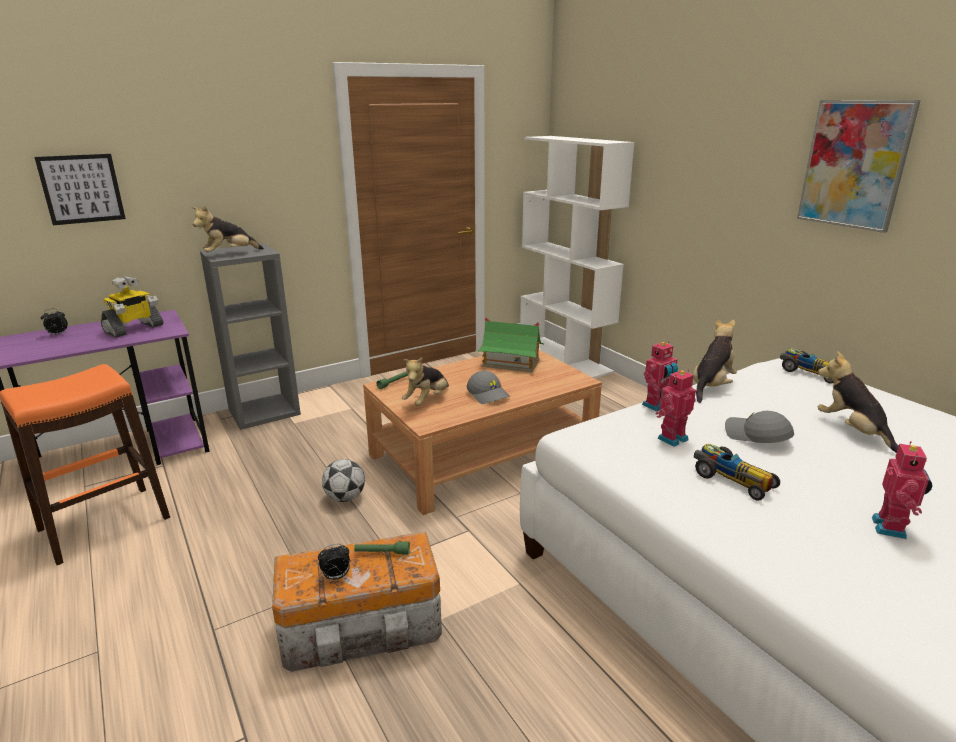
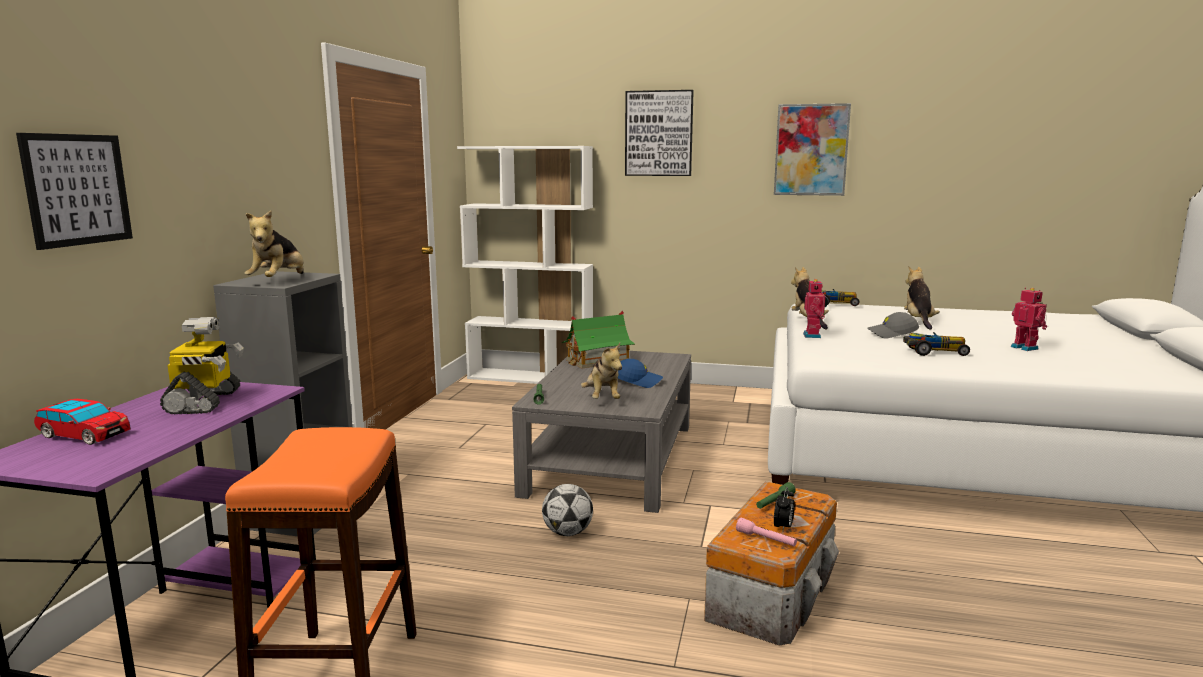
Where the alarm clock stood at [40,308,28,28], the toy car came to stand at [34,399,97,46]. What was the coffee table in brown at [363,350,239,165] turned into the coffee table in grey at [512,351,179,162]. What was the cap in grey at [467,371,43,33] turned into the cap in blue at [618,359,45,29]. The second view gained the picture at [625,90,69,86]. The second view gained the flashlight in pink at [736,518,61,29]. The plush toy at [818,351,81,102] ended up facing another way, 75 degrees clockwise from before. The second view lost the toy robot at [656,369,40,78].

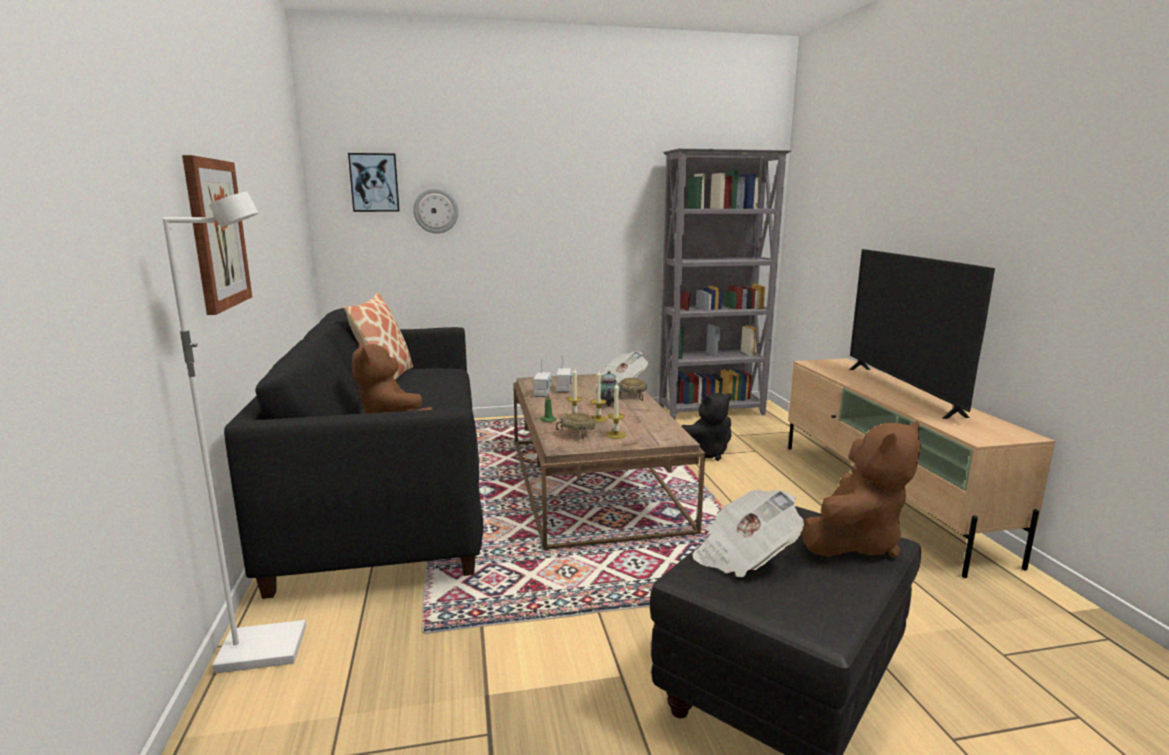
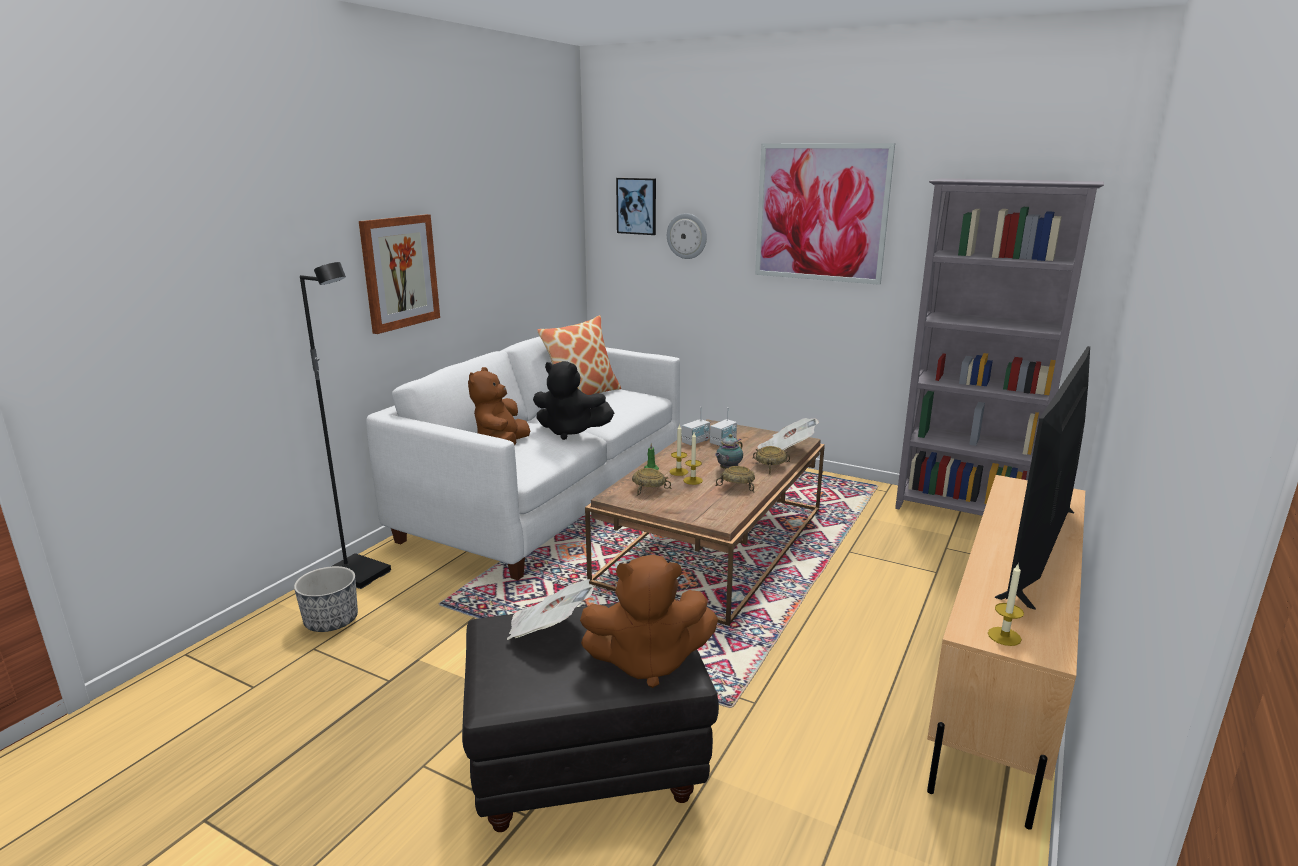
The second view gained the planter at [294,566,64,66]. What was the floor lamp in white at [163,192,143,481] turned into the floor lamp in black at [300,262,91,327]. What was the sofa in black at [224,308,260,291] turned into the sofa in white at [366,336,314,244]. The plush toy in black ended up elsewhere, having gone from [682,393,50,68] to [533,361,81,79]. The second view gained the bowl in beige at [715,466,40,26]. The second view gained the picture at [755,143,140,142]. The candle ended up elsewhere, having gone from [606,383,20,56] to [988,564,36,82].

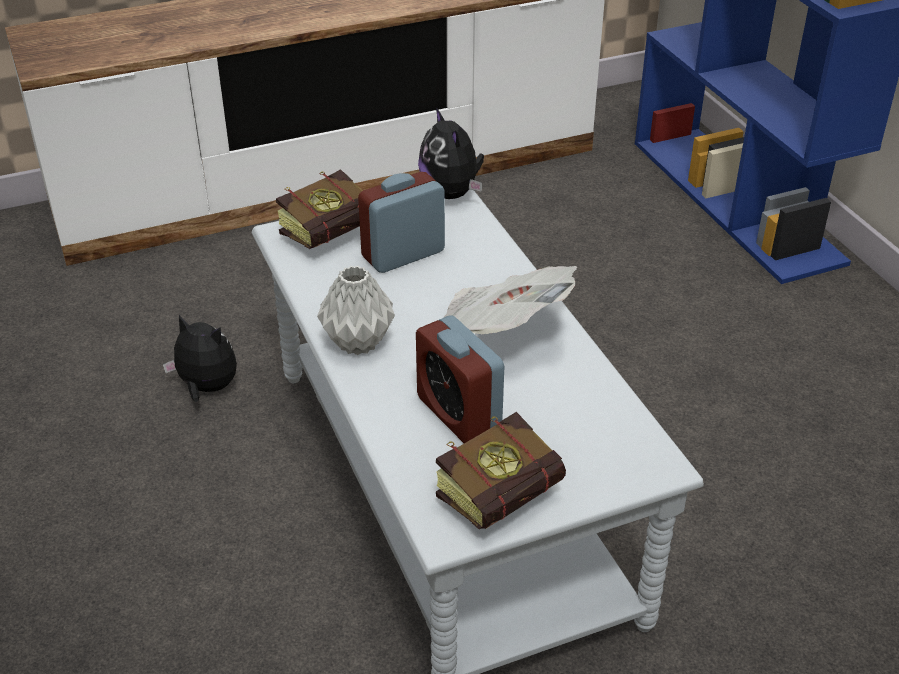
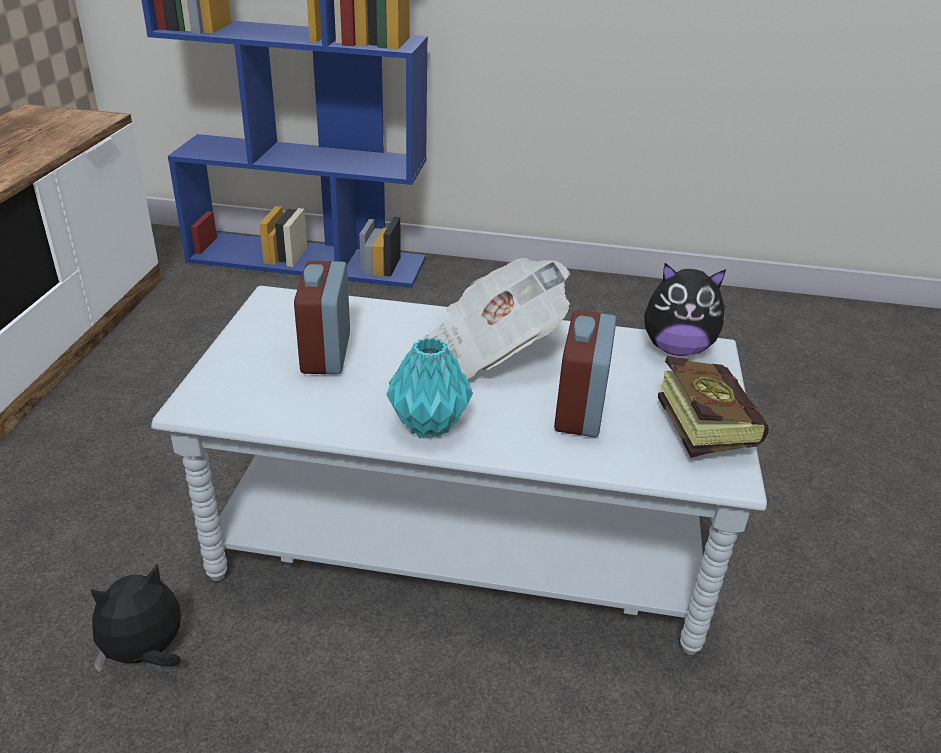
What was the vase in grey at [317,266,78,89] turned into the vase in turquoise at [386,337,87,102]. The alarm clock at [416,315,88,128] ended up facing another way, 105 degrees clockwise from before. The plush toy ended up elsewhere, having gone from [418,107,66,92] to [644,263,83,93]. The second view lost the book at [276,169,87,80].

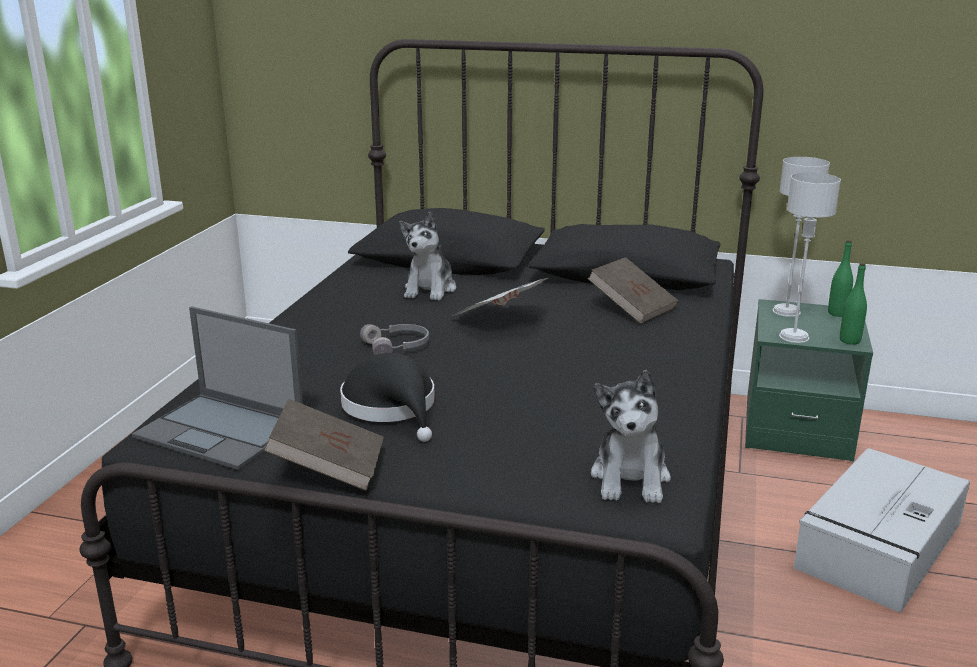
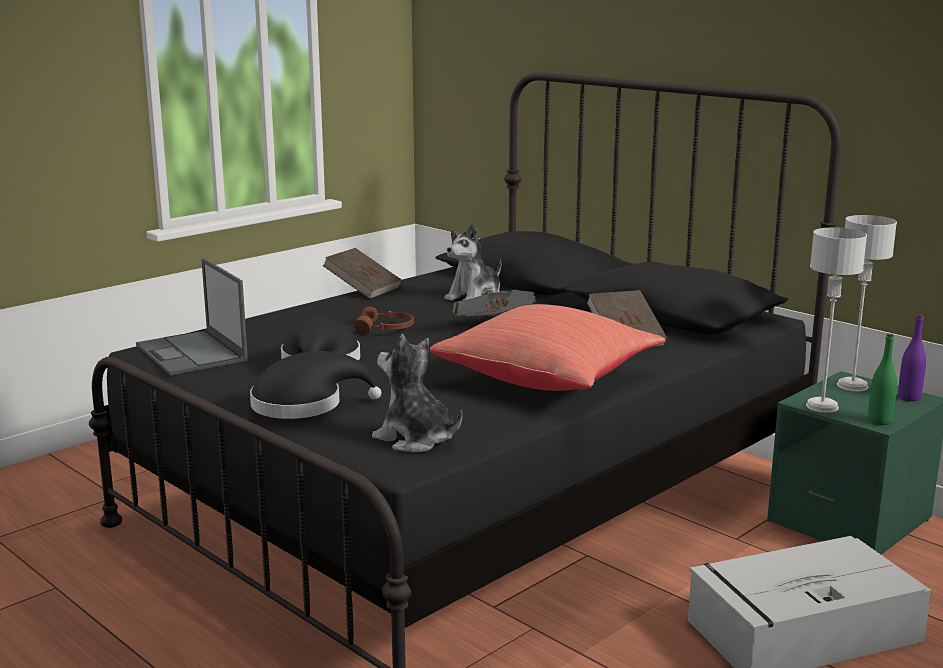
The second view gained the hat in black at [250,351,132,68]. The book in brown ended up elsewhere, having gone from [264,399,120,92] to [322,248,80,51]. What was the headphones in grey at [360,324,69,31] turned into the headphones in brown at [354,306,60,28]. The plush toy at [591,370,80,133] ended up facing another way, 90 degrees clockwise from before. The second view gained the pillow in red at [430,304,235,87]. What was the bottle in green at [828,240,25,77] turned into the bottle in purple at [898,314,28,87].

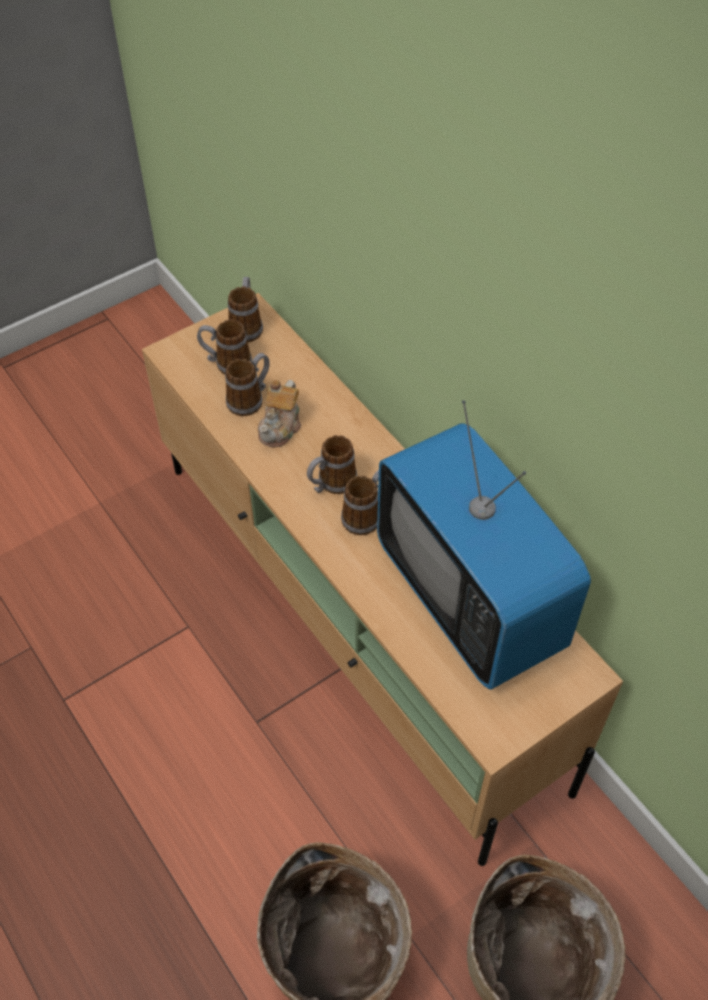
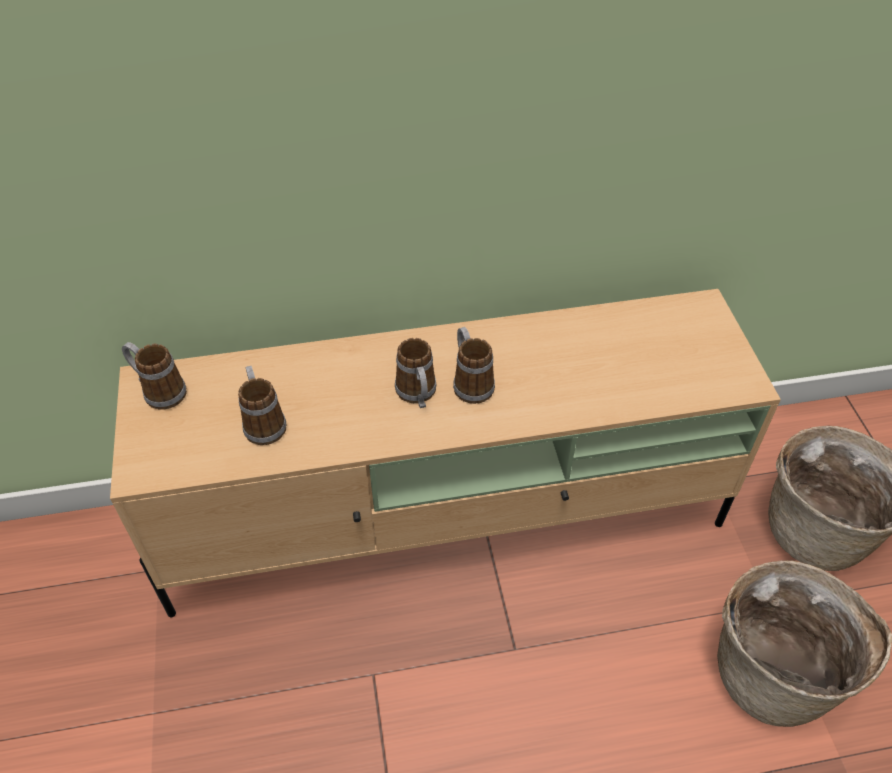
The second view lost the mug at [197,320,55,55]. The second view lost the teapot at [258,380,44,67]. The second view lost the television at [377,400,214,290].

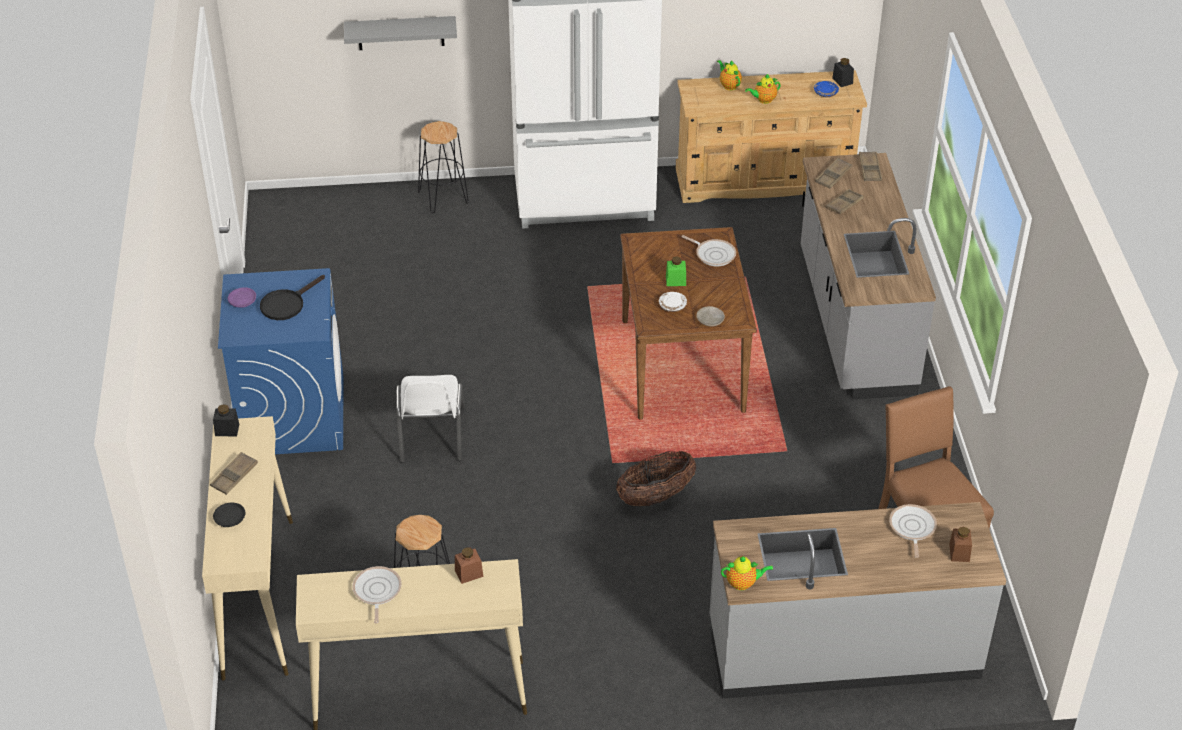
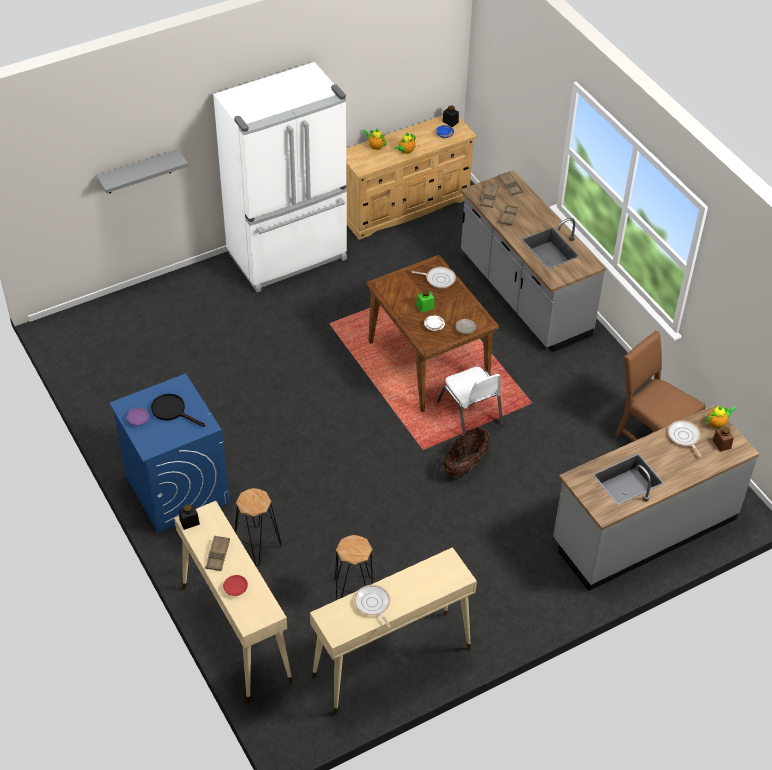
The frying pan in black at [260,275,65,45] ended up facing another way, 105 degrees clockwise from before. What was the plate in black at [213,503,32,24] turned into the plate in red at [223,575,25,21]. The stool in black ended up elsewhere, having gone from [418,121,51,92] to [235,488,47,78]. The chair in white ended up elsewhere, having gone from [396,375,69,88] to [437,367,66,69]. The teapot ended up elsewhere, having gone from [721,556,52,34] to [706,406,31,23]. The second view lost the jar in brown at [455,547,28,37].

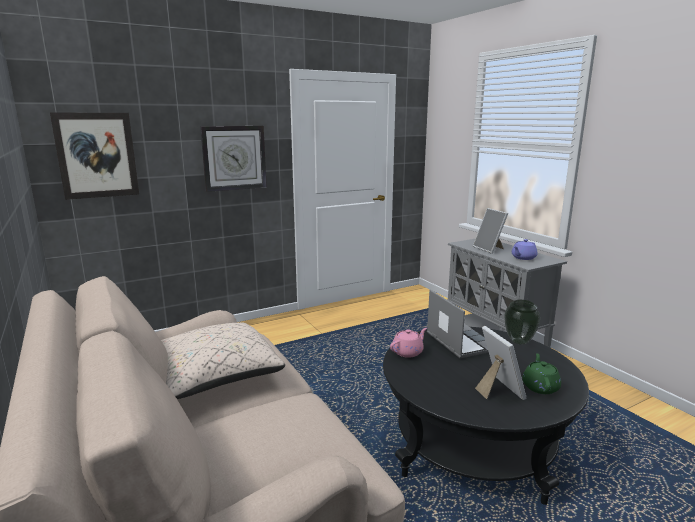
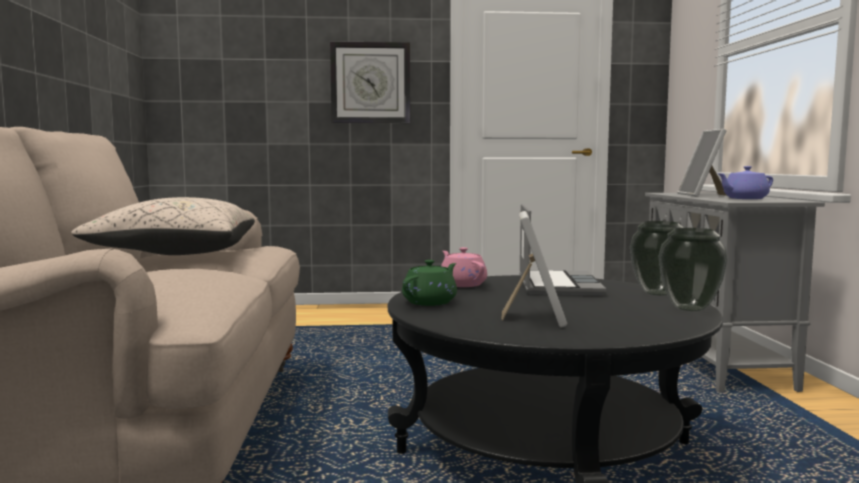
The teapot in green ended up elsewhere, having gone from [522,353,39,41] to [402,260,55,46]. The teapot in pink at [390,328,37,30] ended up facing another way, 105 degrees counterclockwise from before. The second view gained the vase at [658,228,70,83]. The second view lost the picture at [50,112,89,88].

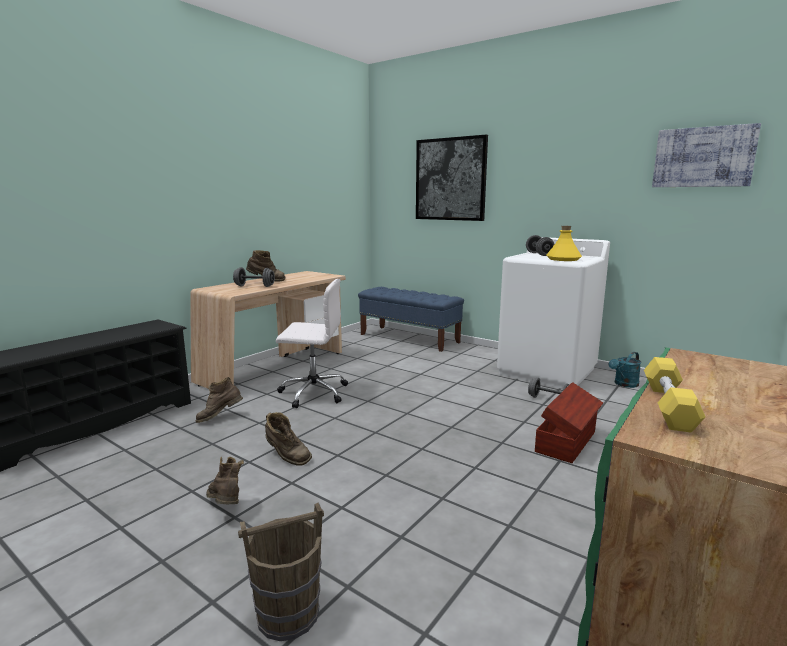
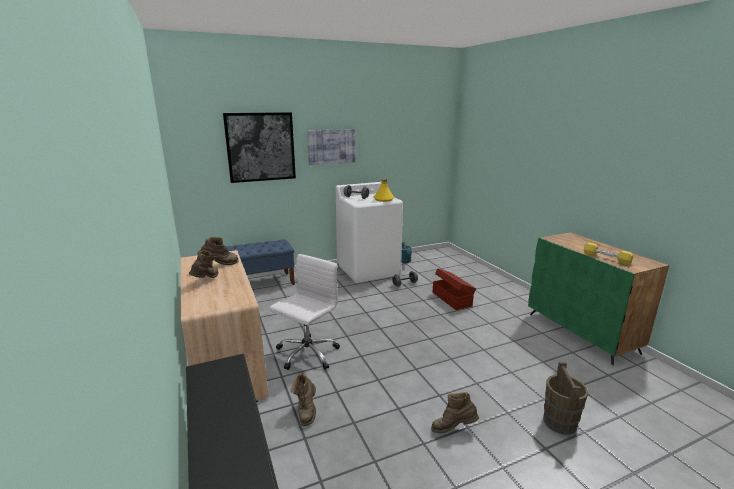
The boot in brown ended up elsewhere, having gone from [265,412,47,54] to [201,237,38,28]. The picture ended up elsewhere, having gone from [652,123,109,64] to [307,129,48,36]. The second view lost the dumbbell in grey at [233,267,42,20].

